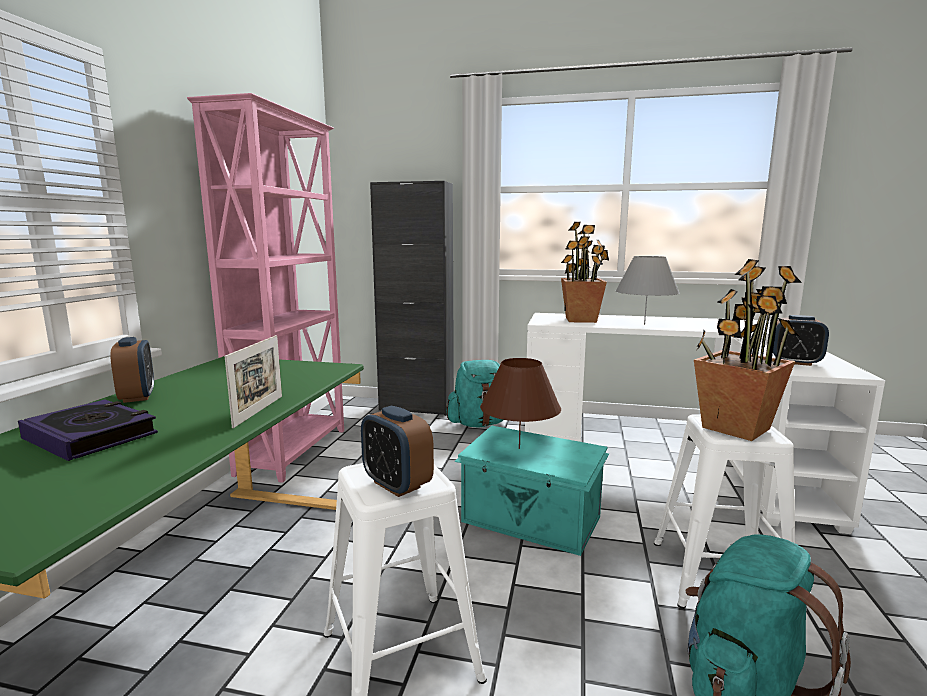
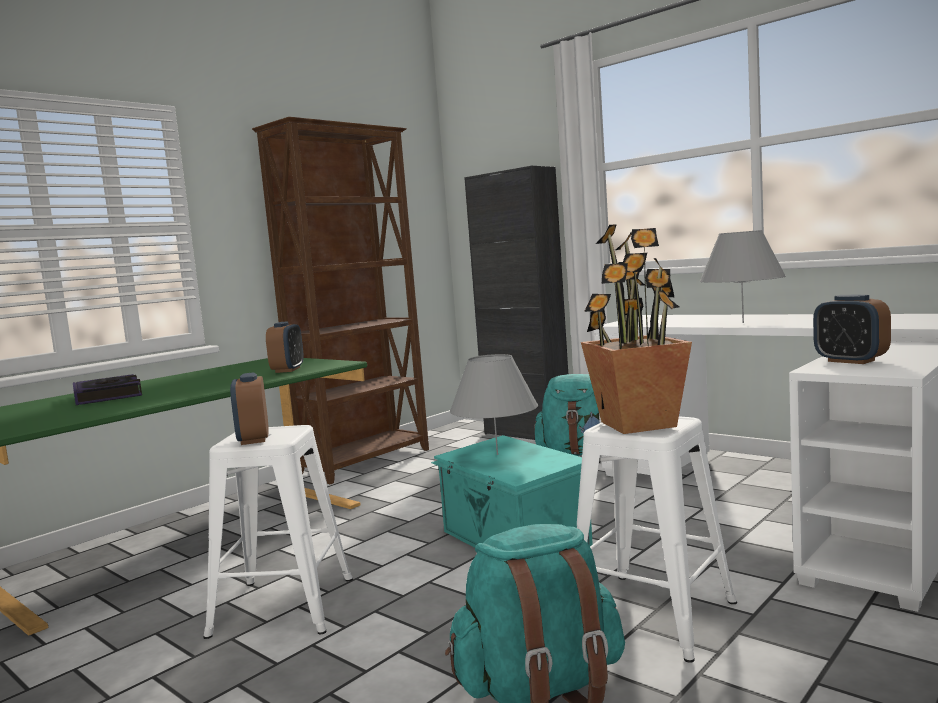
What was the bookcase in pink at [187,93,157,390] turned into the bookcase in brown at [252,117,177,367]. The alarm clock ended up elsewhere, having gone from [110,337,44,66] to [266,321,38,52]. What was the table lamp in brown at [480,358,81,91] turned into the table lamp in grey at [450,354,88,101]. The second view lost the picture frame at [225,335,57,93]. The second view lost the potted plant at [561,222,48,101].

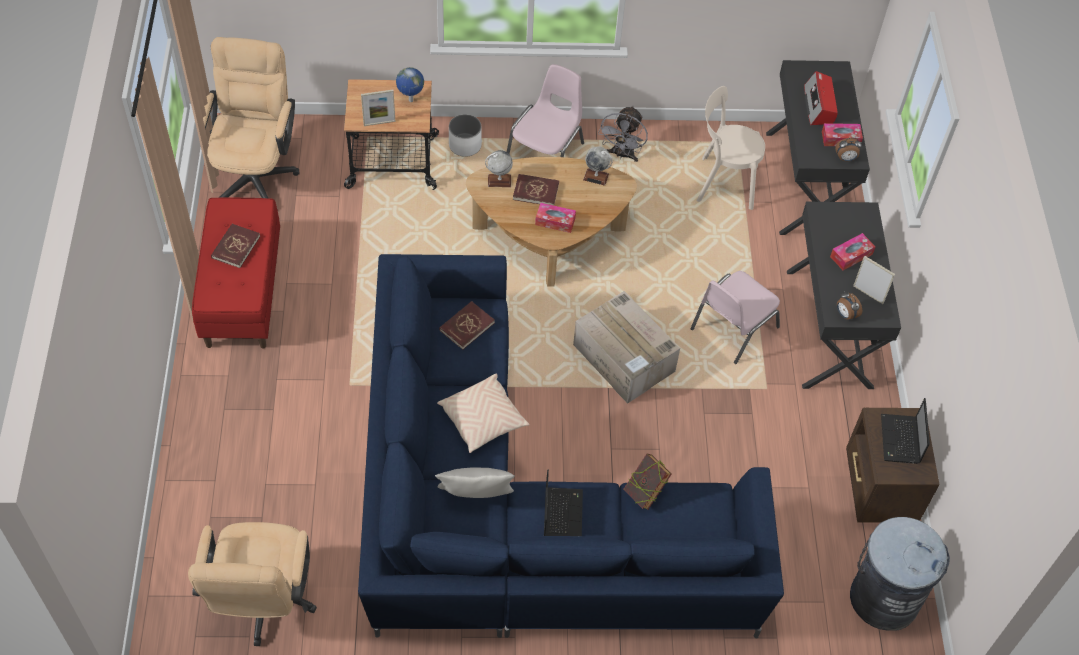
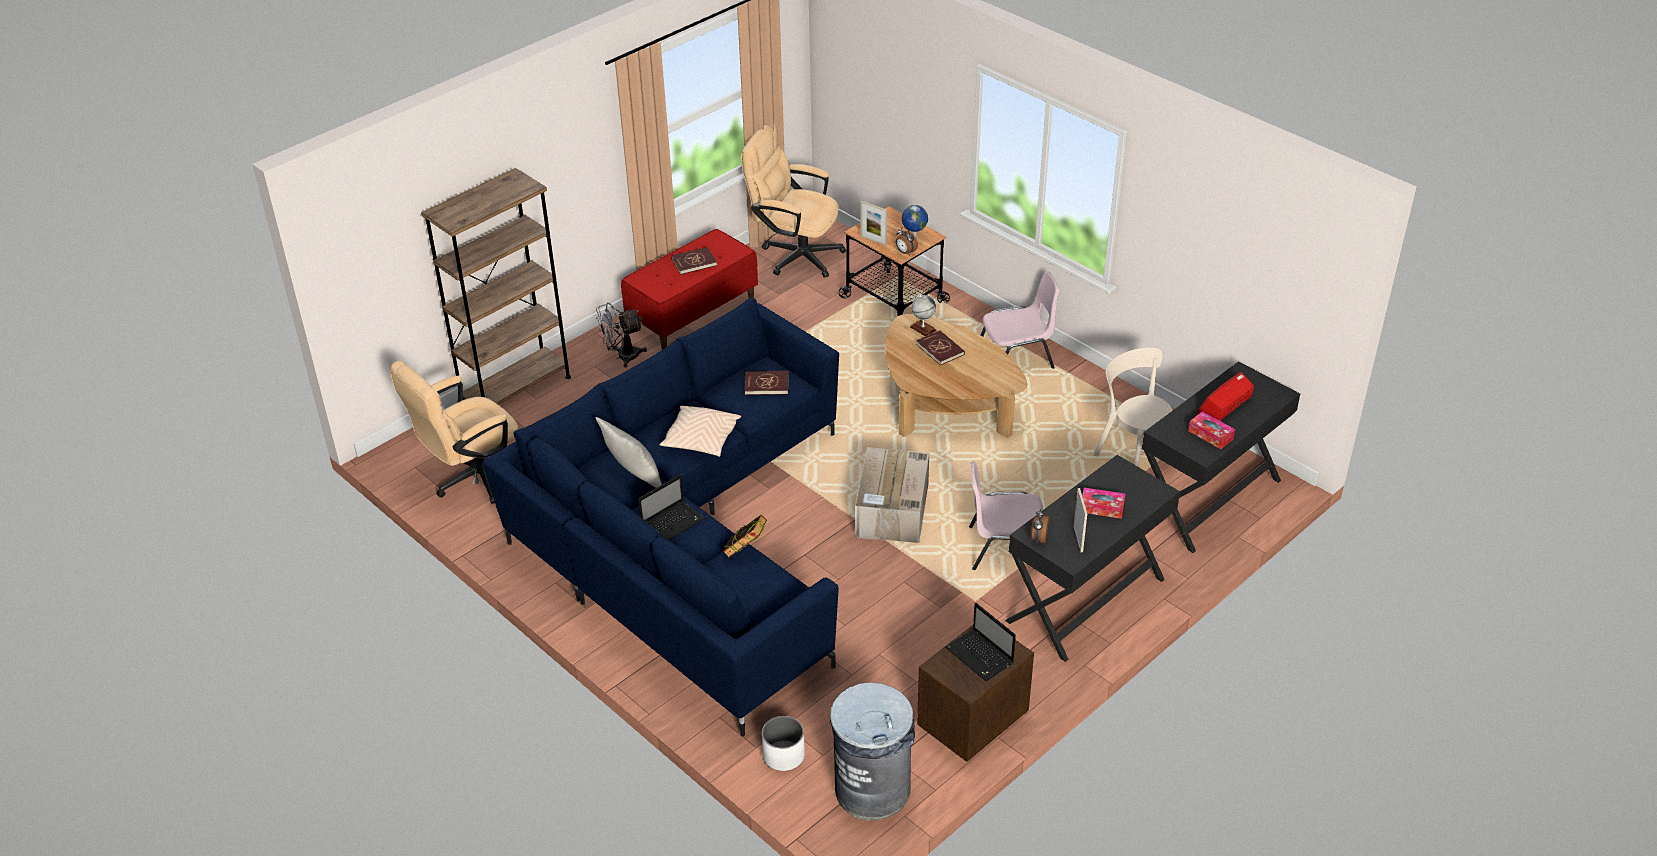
The second view gained the bookcase in brown at [421,168,150,237]. The fan in grey ended up elsewhere, having gone from [598,106,50,56] to [596,302,51,65]. The office chair in beige at [203,37,97,161] ended up facing another way, 120 degrees counterclockwise from before. The planter in white ended up elsewhere, having gone from [449,114,33,43] to [762,716,43,55]. The alarm clock ended up elsewhere, having gone from [835,138,27,23] to [896,227,22,28]. The laptop at [881,398,49,66] ended up facing another way, 90 degrees counterclockwise from before. The second view lost the tissue box at [535,203,41,30]. The second view lost the globe at [583,146,30,40].

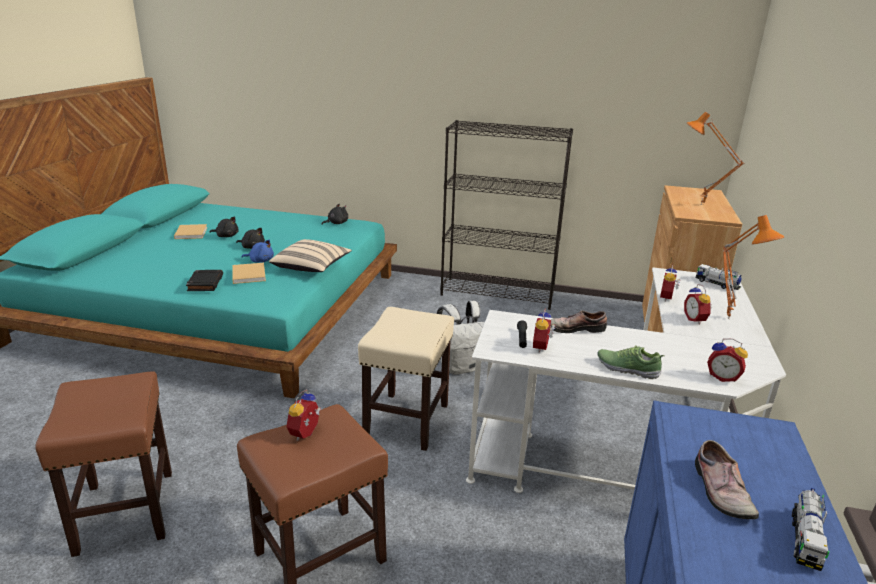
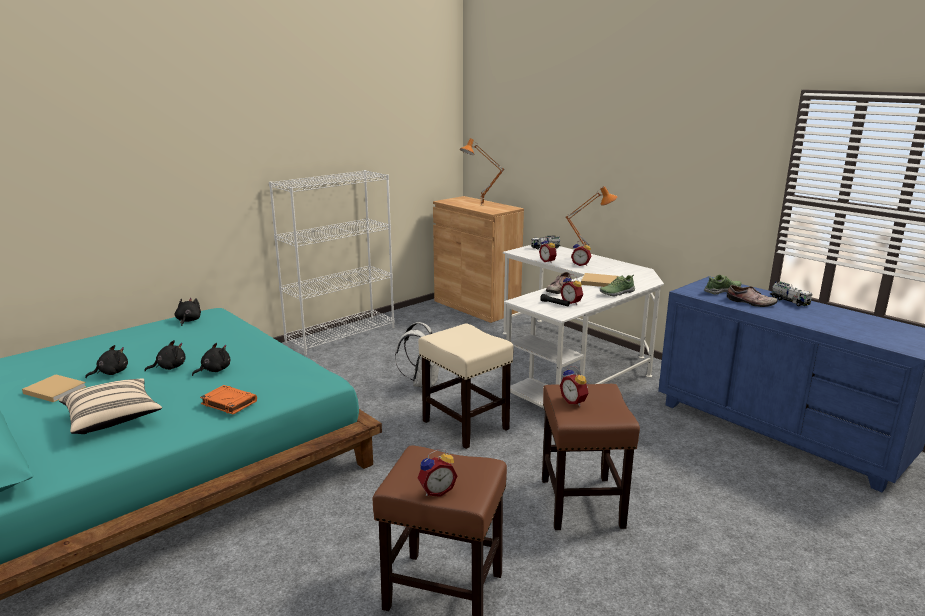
The pillow in beige ended up elsewhere, having gone from [269,239,83,33] to [59,378,103,56]. What was the plush toy in blue at [242,240,32,23] turned into the plush toy in black at [192,343,38,33]. What was the book in black at [186,270,37,21] turned into the book in orange at [200,385,57,30]. What was the bookcase in black at [440,120,133,190] turned into the bookcase in white at [269,170,125,185]. The alarm clock ended up elsewhere, having gone from [707,339,41,43] to [418,450,39,47]. The book in beige ended up elsewhere, having gone from [232,263,34,21] to [581,273,36,14]. The second view gained the shoe at [704,275,38,20].

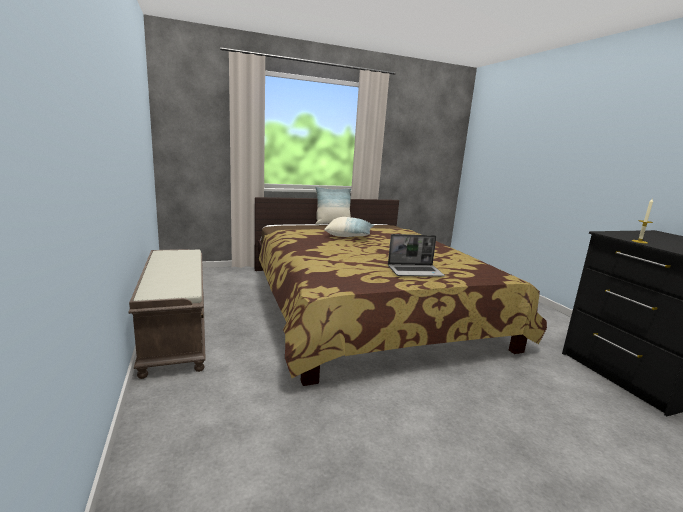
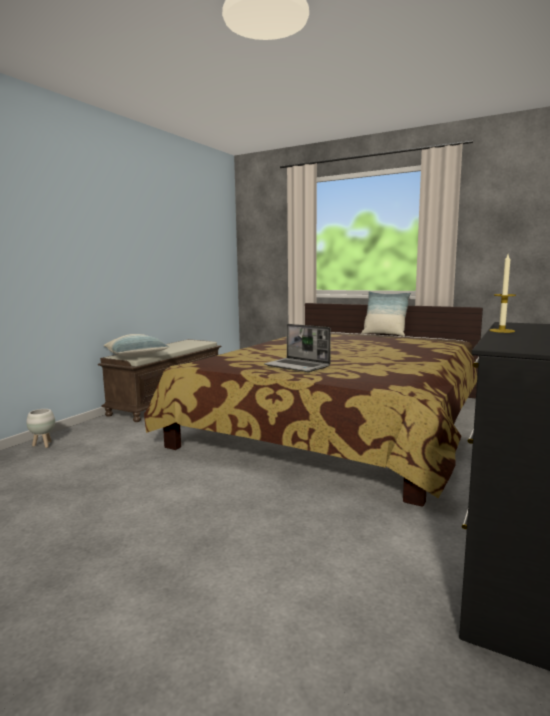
The second view gained the planter in white at [27,409,28,39]. The pillow ended up elsewhere, having gone from [324,217,51,20] to [104,334,65,22].

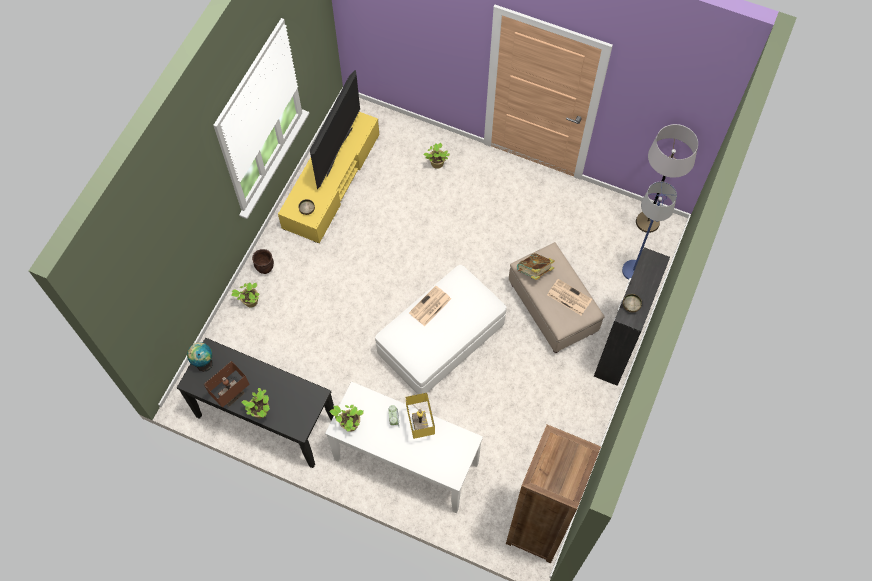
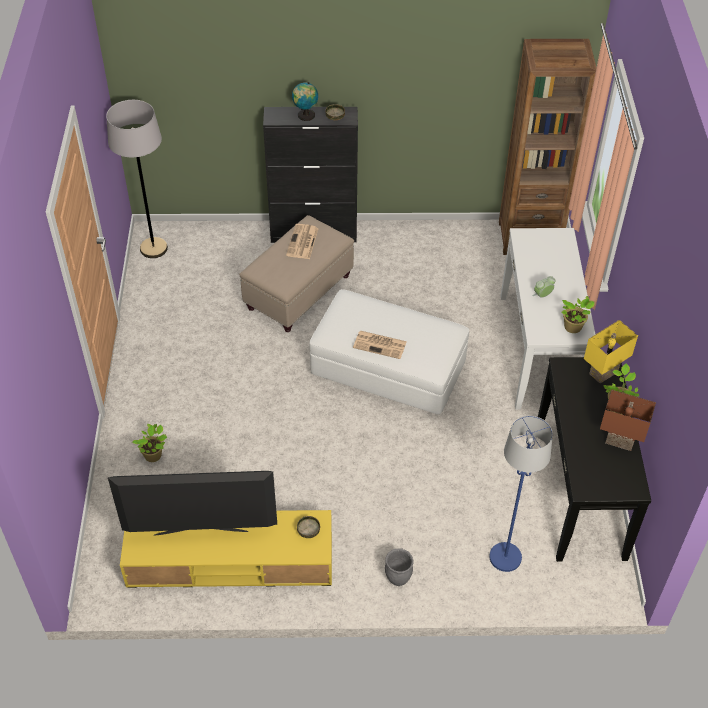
The globe ended up elsewhere, having gone from [187,342,26,30] to [292,82,26,39]. What was the planter in brown at [252,249,22,25] turned into the planter in grey at [385,548,29,38]. The floor lamp in blue ended up elsewhere, having gone from [622,182,55,98] to [489,416,64,156]. The table lamp in yellow ended up elsewhere, having gone from [406,393,29,46] to [584,320,54,64]. The second view lost the potted plant at [231,283,29,25]. The second view lost the book at [517,253,38,27].

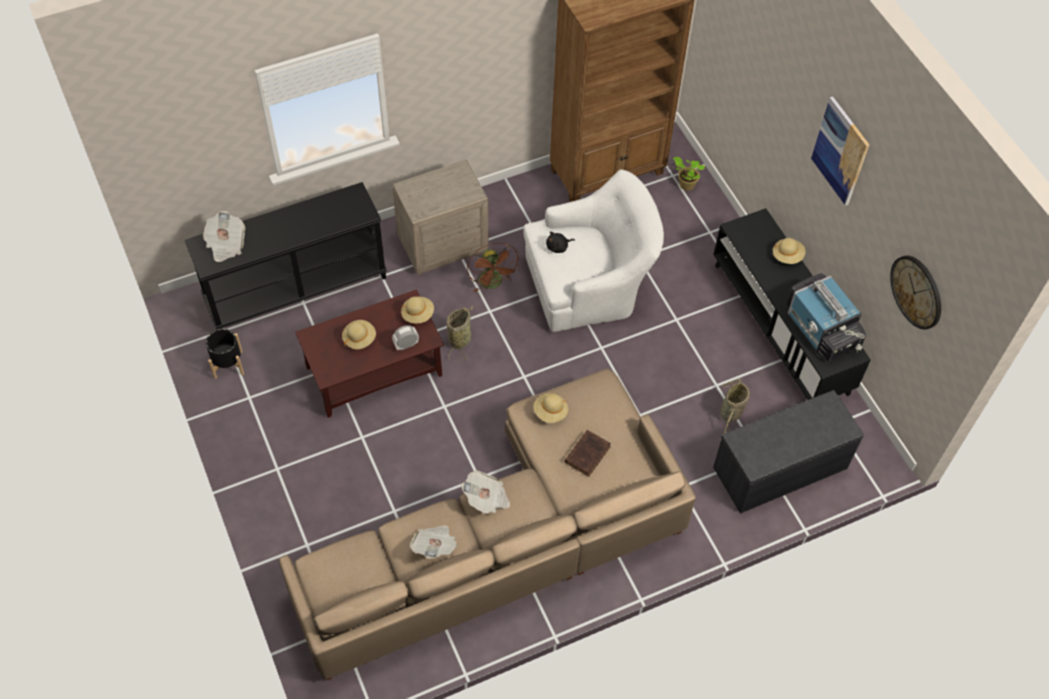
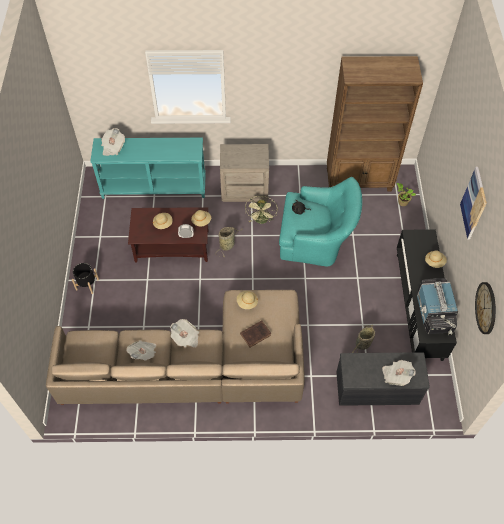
The planter in black ended up elsewhere, having gone from [206,329,38,50] to [72,263,27,31]. What was the console table in black at [185,182,202,148] turned into the console table in turquoise at [90,138,116,61]. What was the fan in brown at [467,243,53,49] turned into the fan in green at [245,196,33,28]. What was the armchair in white at [523,169,141,163] turned into the armchair in turquoise at [279,177,83,90]. The second view gained the newspaper at [382,360,34,26].

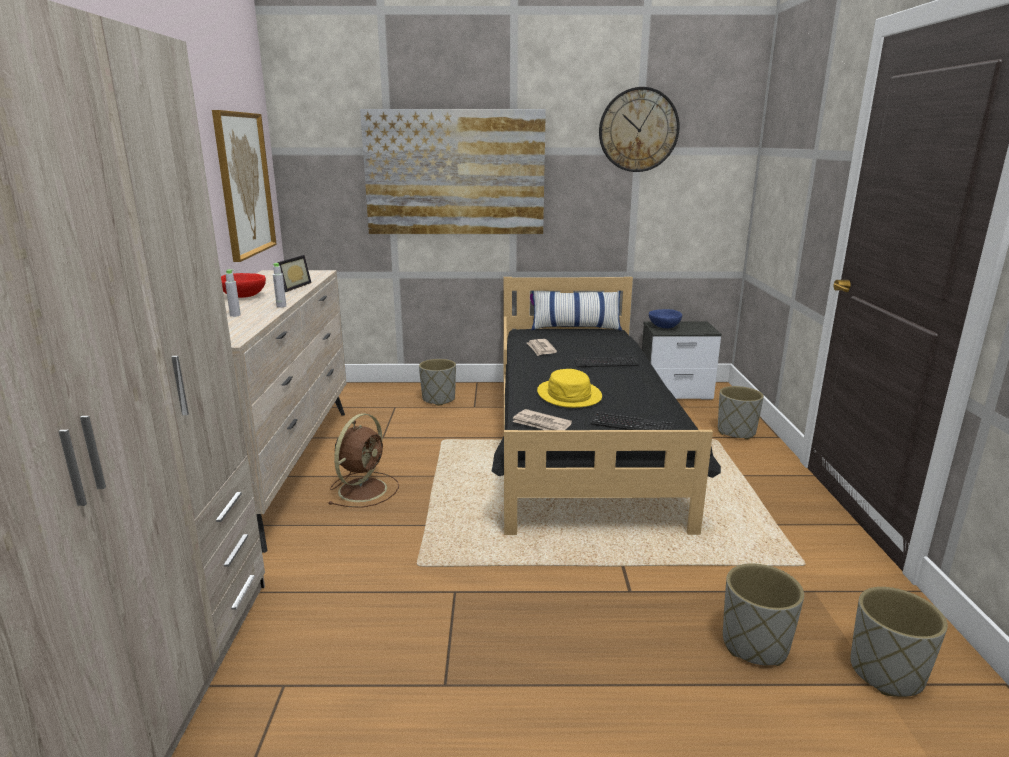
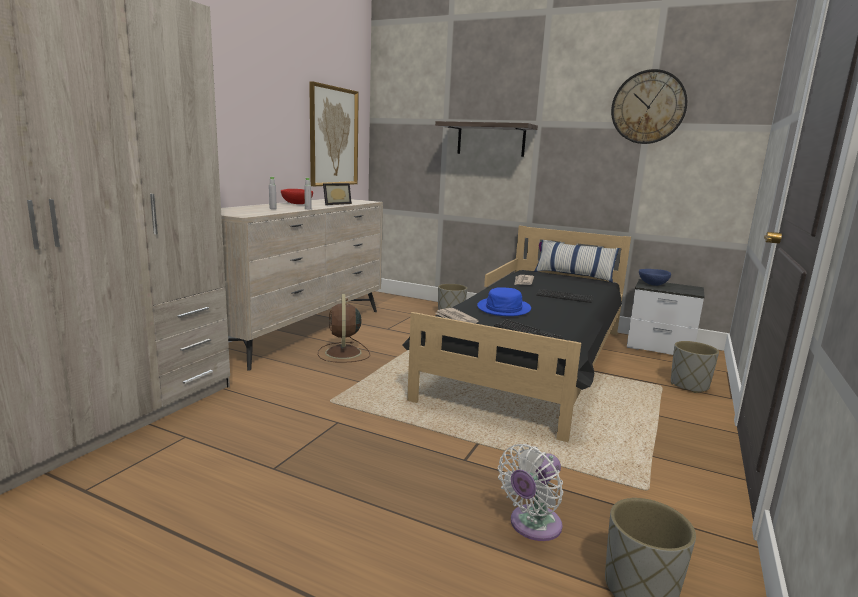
The fan in brown at [329,414,70,94] ended up facing another way, 120 degrees clockwise from before. Where the picture hung at [360,109,186,125], the shelf came to hang at [435,121,103,36]. What was the hat in yellow at [537,369,65,39] turned into the hat in blue at [477,287,54,29]. Where the planter in grey stood at [723,563,81,103], the fan in white came to stand at [498,444,65,97].

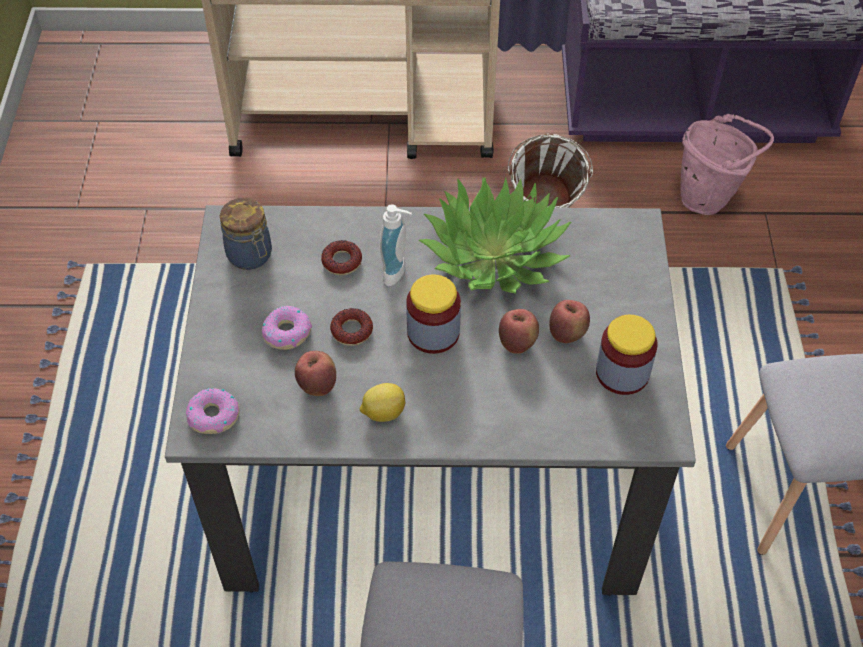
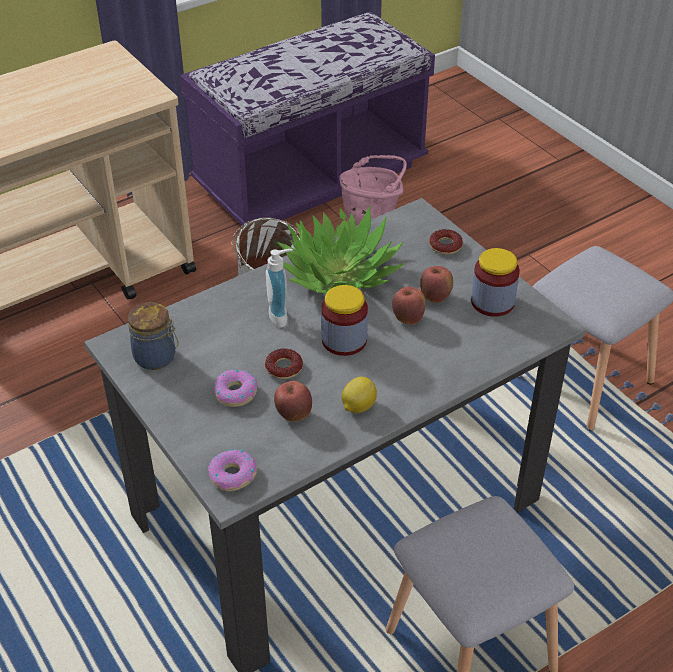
The donut ended up elsewhere, having gone from [321,240,41,35] to [429,229,34,26].

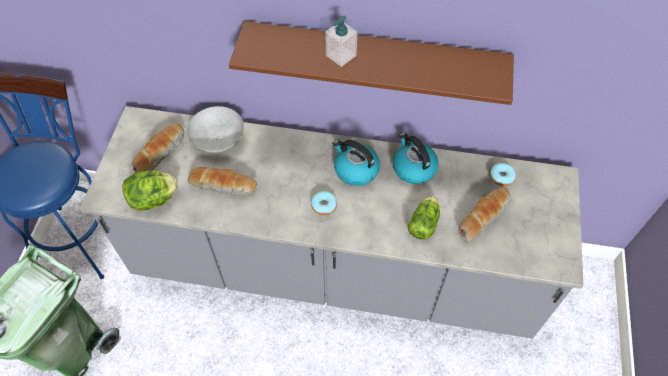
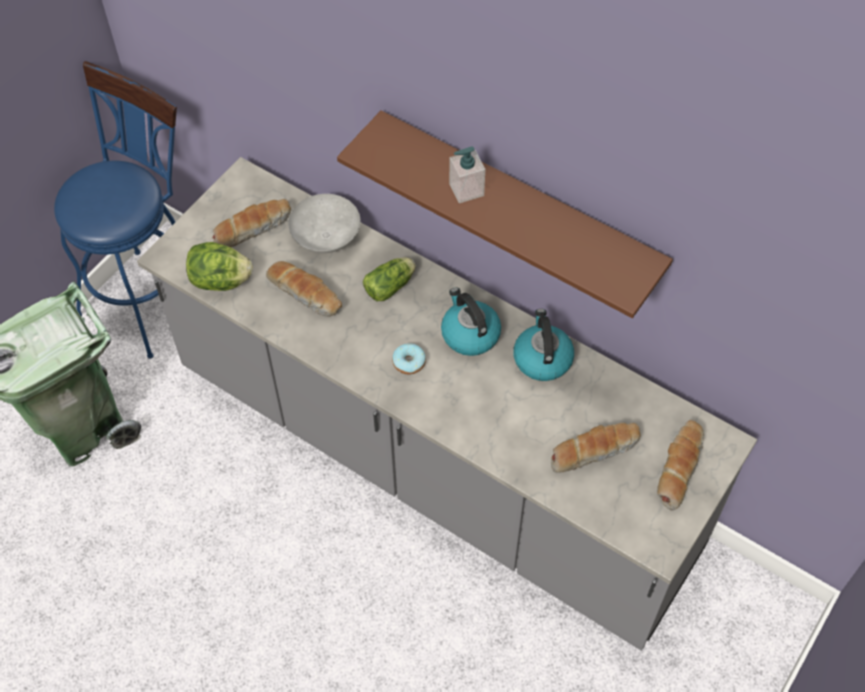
The lettuce ended up elsewhere, having gone from [408,196,32,44] to [363,257,53,44]. The second view gained the bread at [657,420,47,91]. The second view lost the donut at [490,163,26,23].

